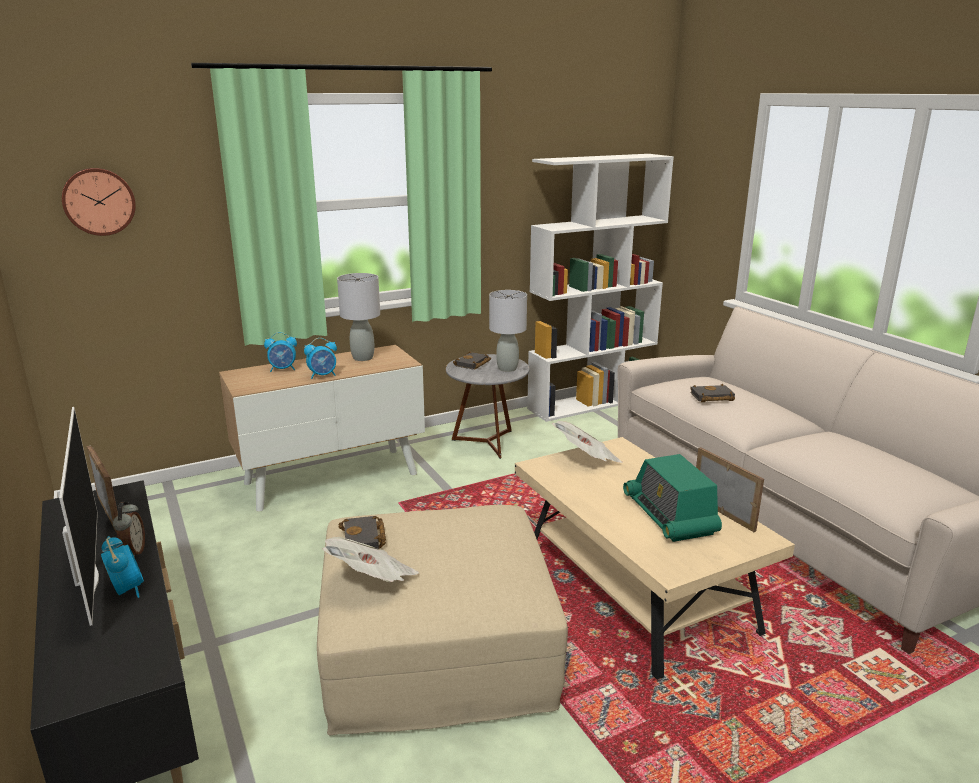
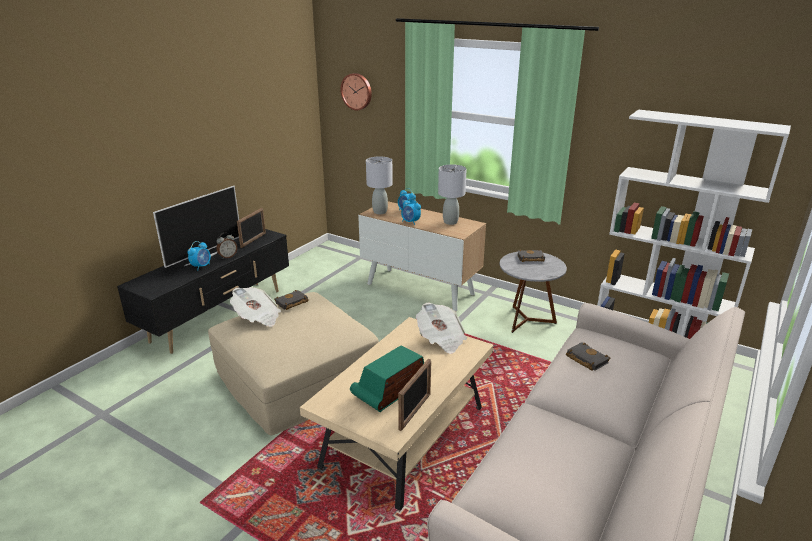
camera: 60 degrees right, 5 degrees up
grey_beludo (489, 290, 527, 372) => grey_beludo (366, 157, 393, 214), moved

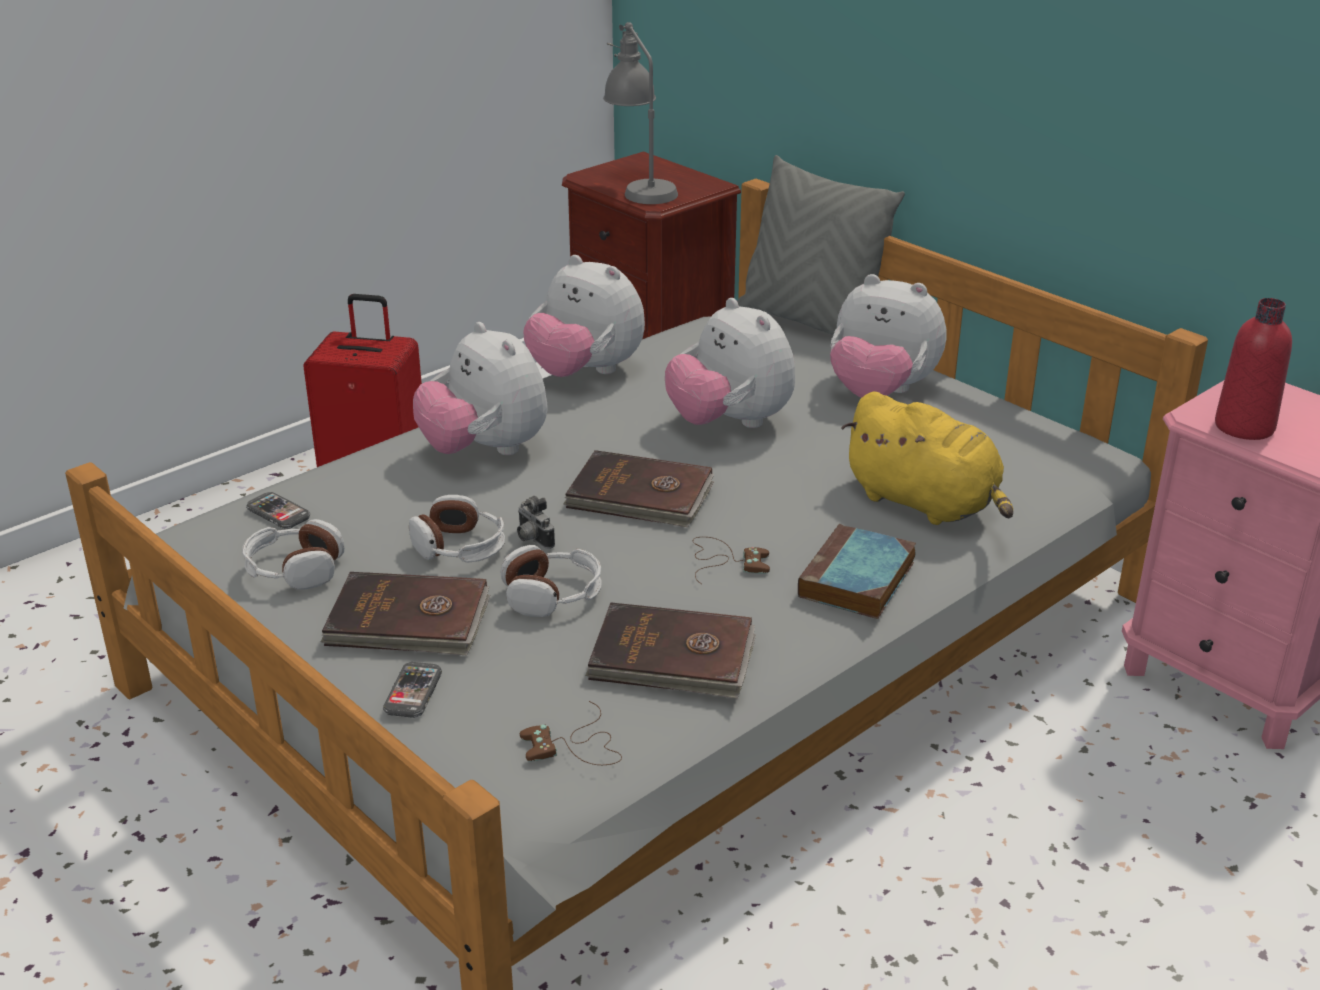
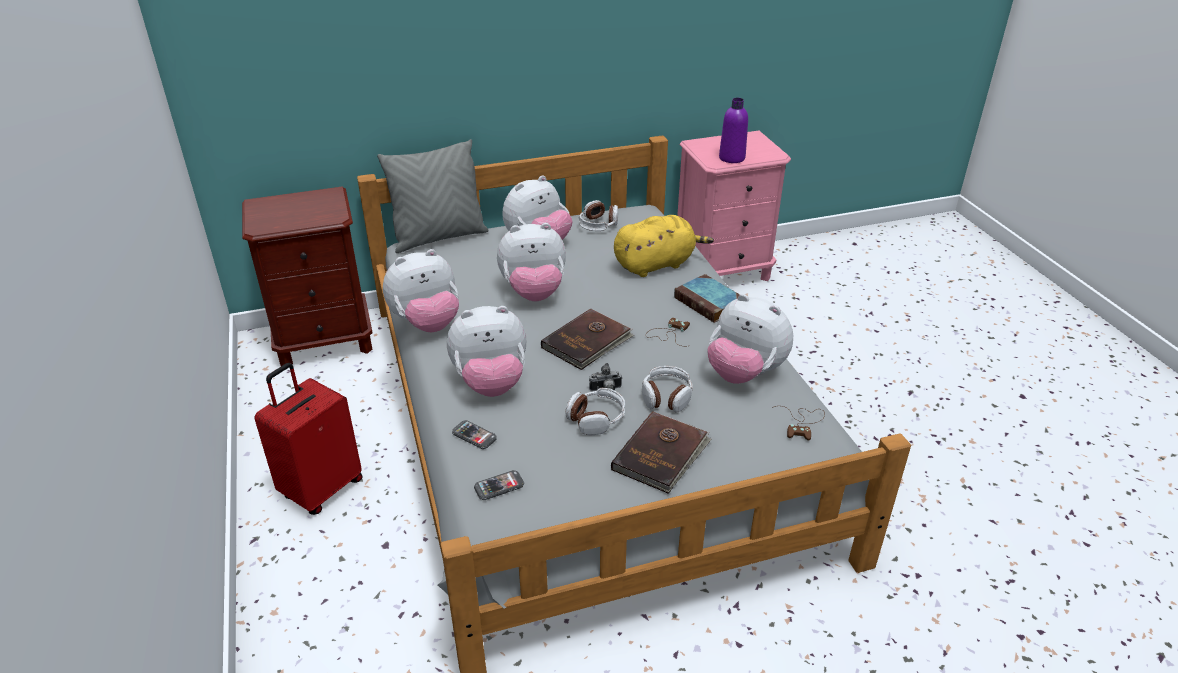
camera: 65 degrees left, 5 degrees up
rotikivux (242, 519, 344, 589) => rotikivux (579, 200, 618, 231), moved
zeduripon (383, 662, 442, 718) => zeduripon (452, 420, 497, 449), moved
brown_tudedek (585, 602, 756, 699) => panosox (707, 294, 793, 384)
grey_beludo (603, 22, 678, 204) => nothing
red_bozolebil (1215, 298, 1292, 440) => purple_bozolebil (719, 98, 748, 163)

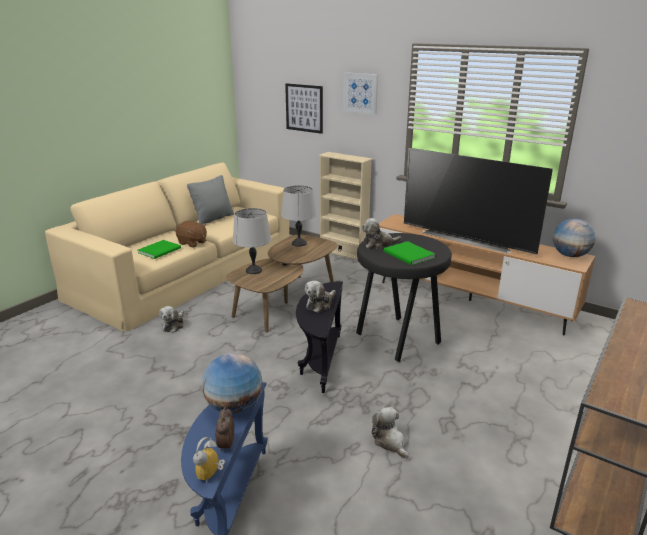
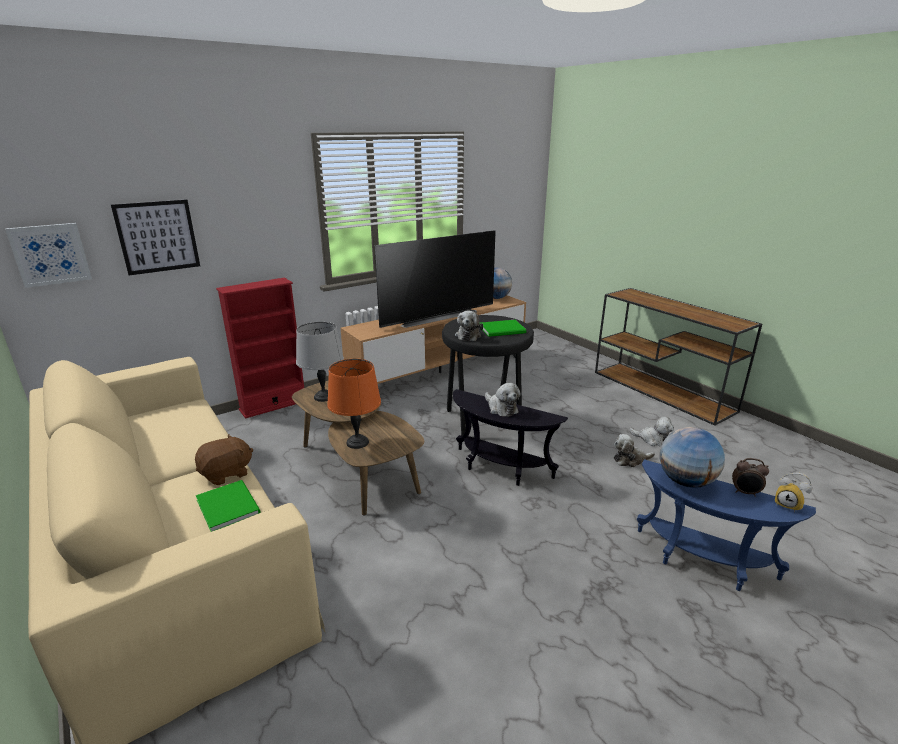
camera: 70 degrees left, 0 degrees up
panosox (159, 306, 184, 333) => panosox (629, 417, 674, 447), moved
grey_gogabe (187, 175, 234, 224) => nothing
grey_beludo (233, 208, 271, 274) => orange_beludo (327, 359, 381, 449)
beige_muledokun (318, 152, 372, 260) => red_muledokun (216, 278, 304, 419)
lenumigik (343, 72, 378, 115) => lenumigik (5, 223, 92, 288), moved

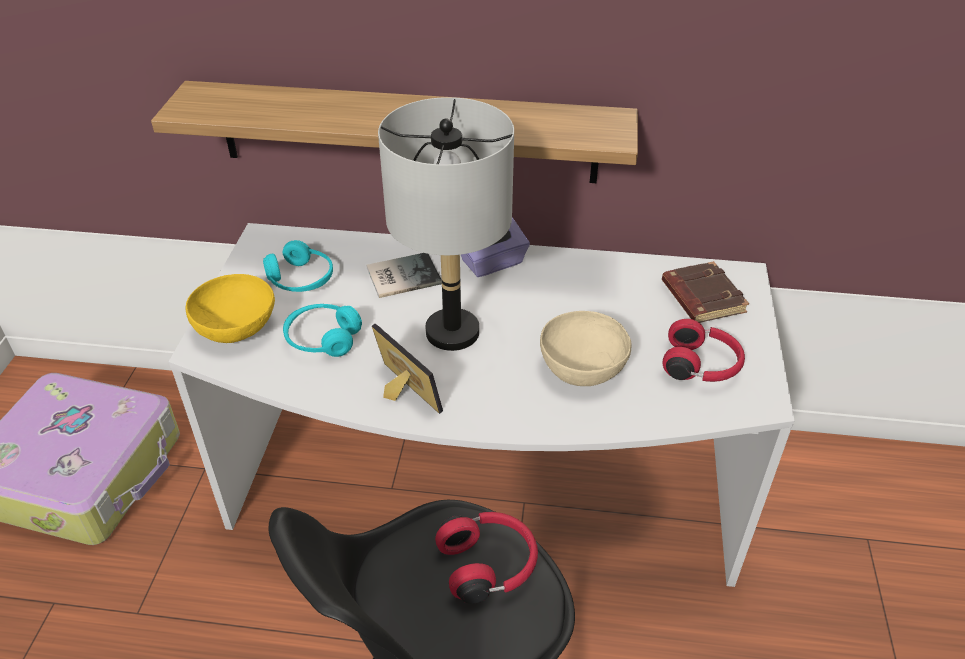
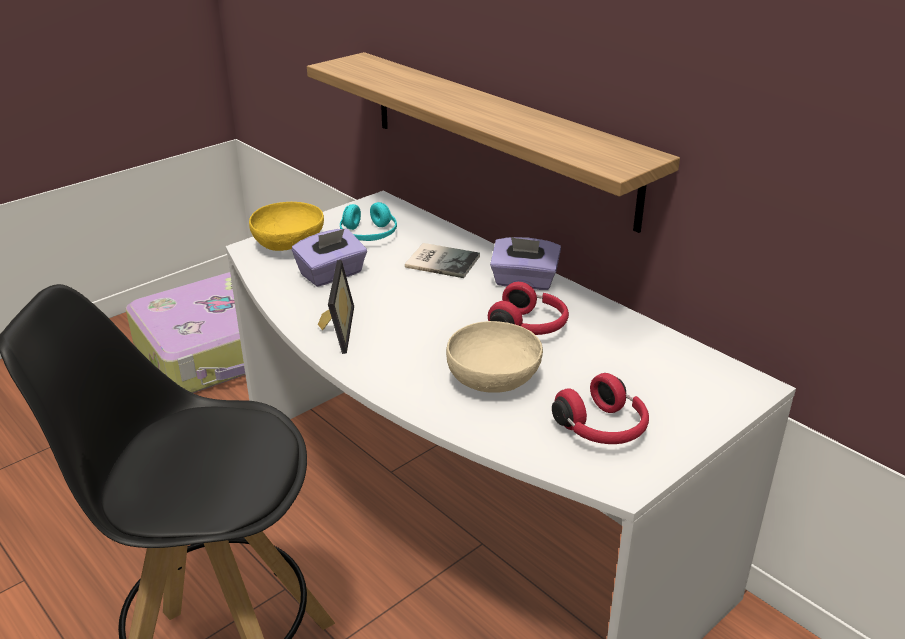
camera: 40 degrees right, 10 degrees down
turquoise_rotikivux (283, 304, 362, 357) => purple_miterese (292, 229, 367, 287)
grey_beludo (378, 97, 514, 351) => nothing
red_rotikivux (435, 512, 538, 604) => red_rotikivux (488, 282, 569, 335), moved
brown_tudedek (662, 261, 749, 323) => nothing

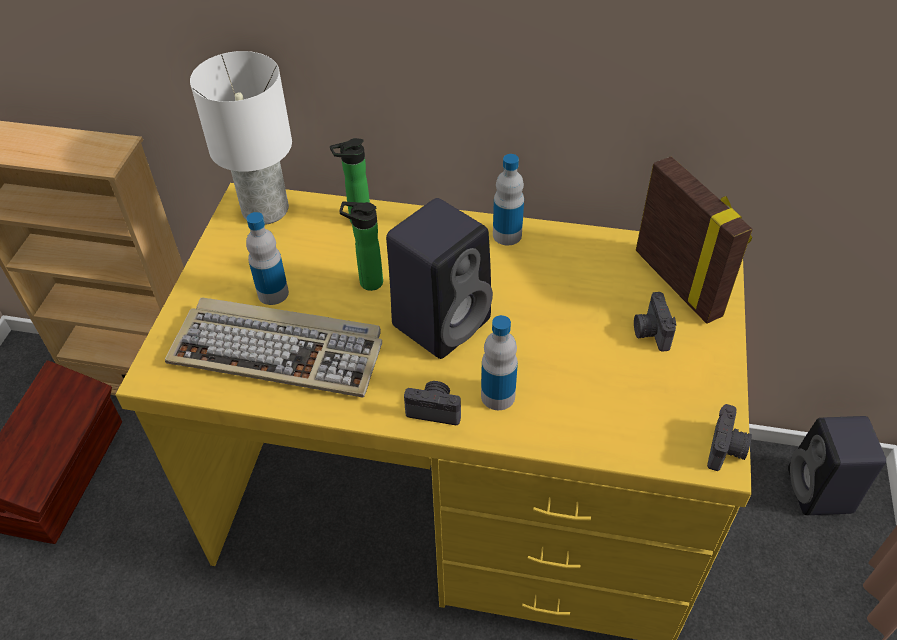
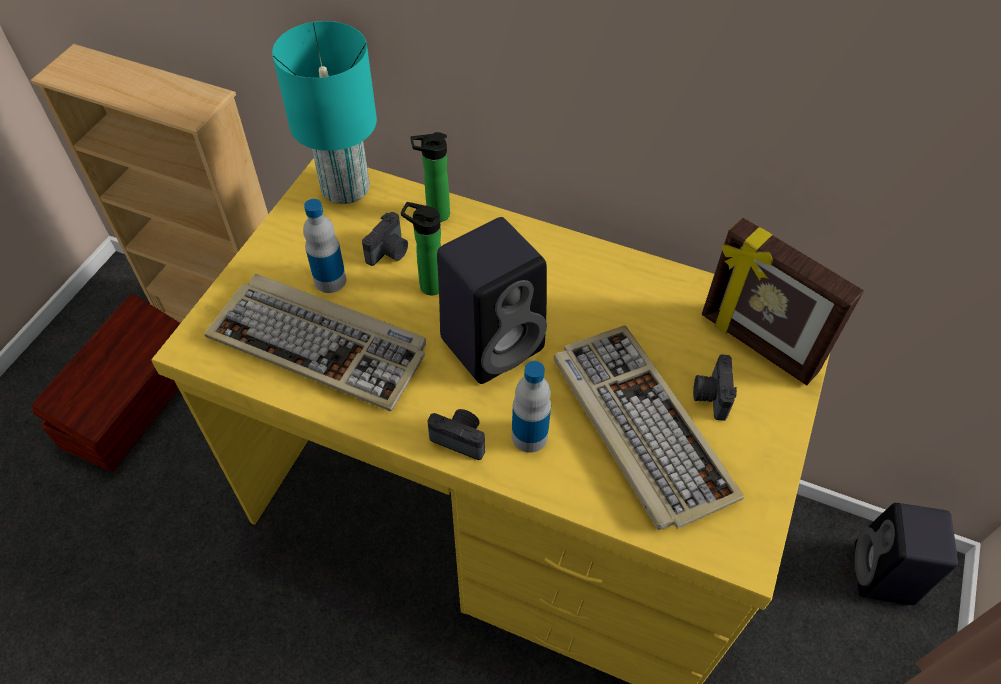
camera: 10 degrees right, 5 degrees up
white_beludo (190, 51, 292, 225) => turquoise_beludo (272, 21, 377, 204)
bozolebil (493, 154, 524, 245) => nothing
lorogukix (636, 156, 753, 324) => lorogukix (702, 218, 864, 385), 150 degrees clockwise
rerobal (707, 404, 752, 471) => rerobal (362, 212, 408, 266), moved
nothing => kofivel (554, 325, 744, 530)

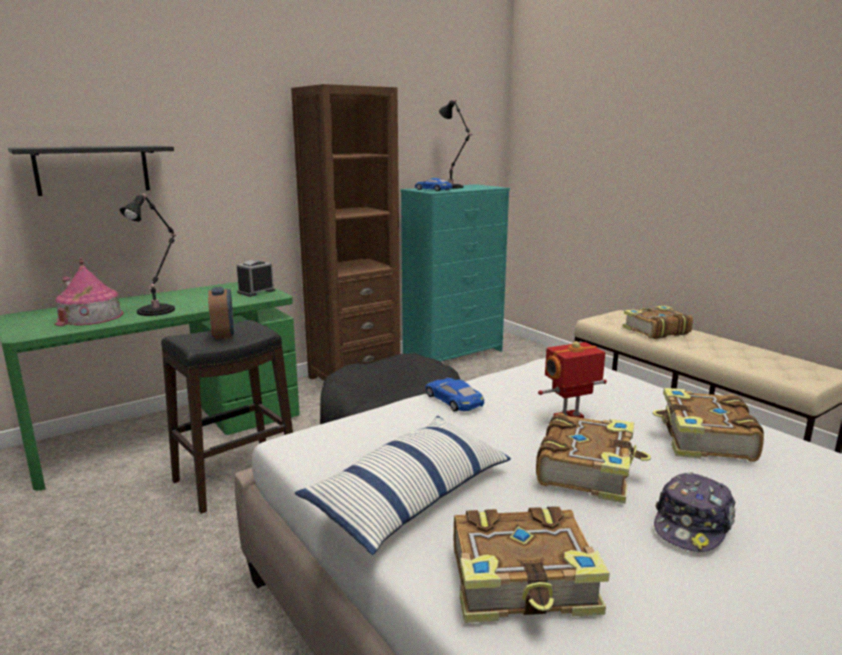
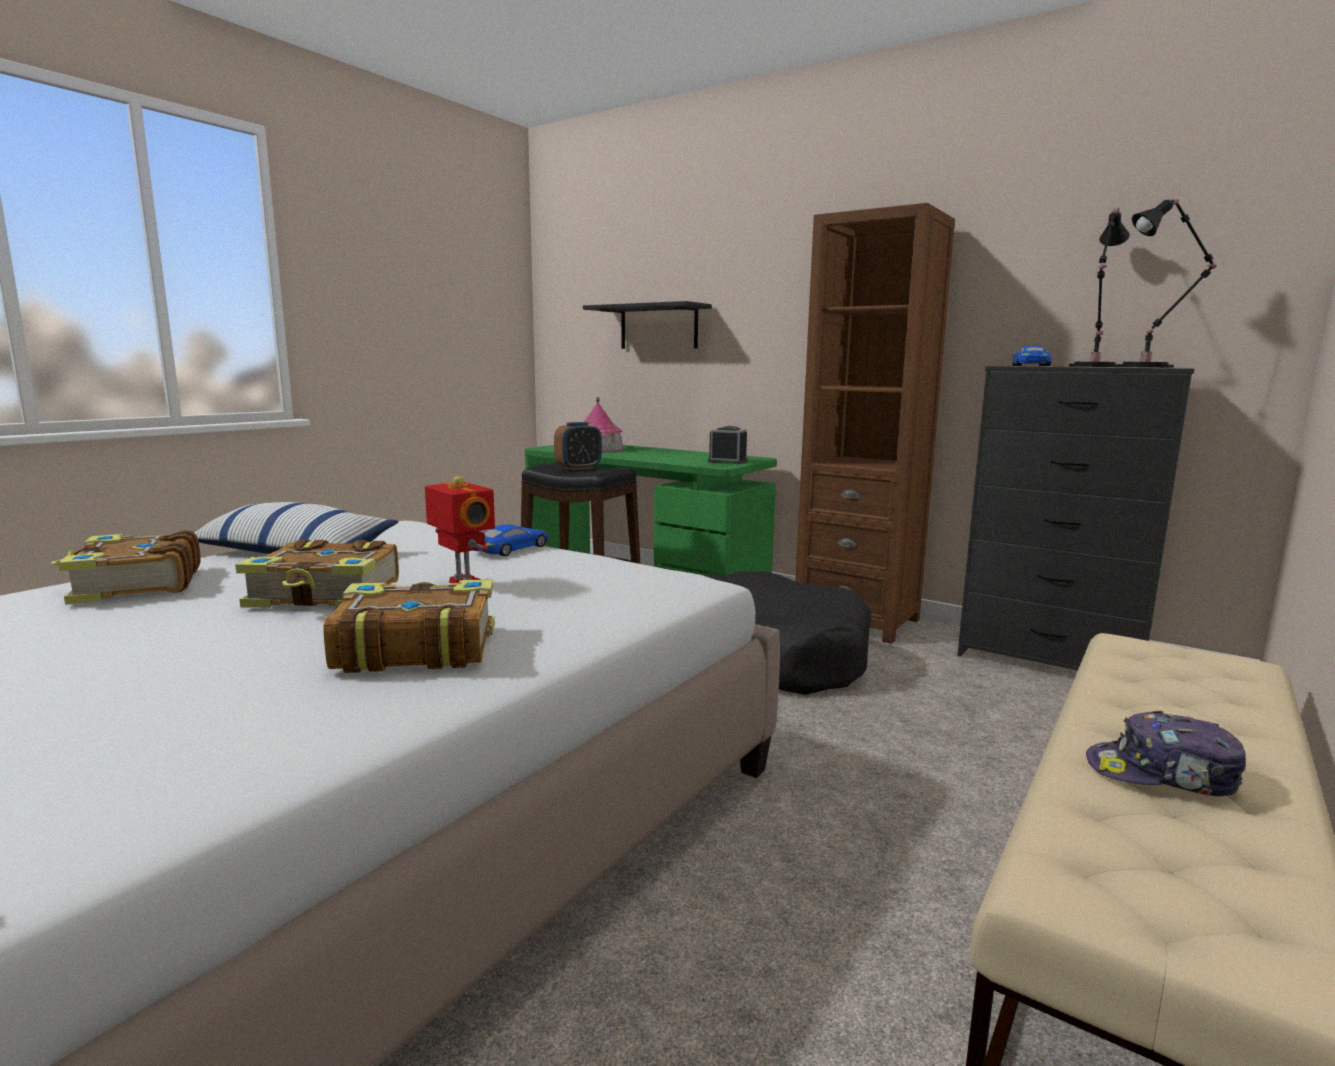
camera: 70 degrees right, 5 degrees down
black_beludo (120, 193, 176, 316) => black_beludo (1117, 198, 1217, 368), moved
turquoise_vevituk (400, 184, 510, 362) => black_vevituk (957, 366, 1195, 670)
tudedek (623, 305, 693, 339) => nothing
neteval (654, 472, 736, 552) => neteval (1086, 710, 1246, 796), moved

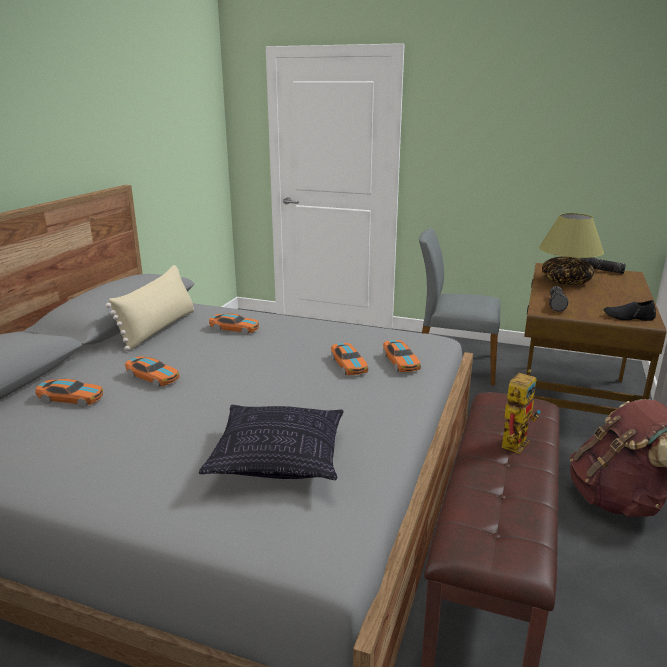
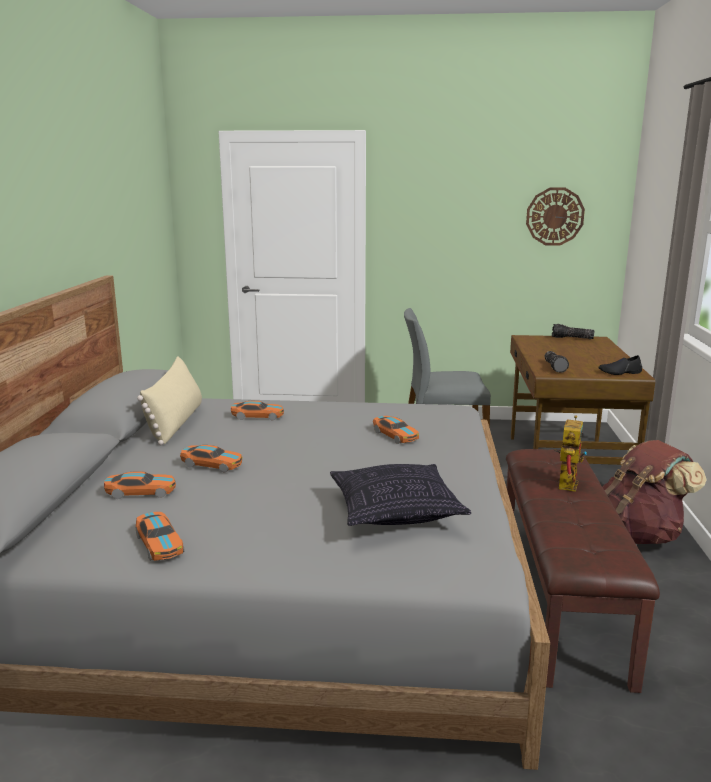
camera: 15 degrees left, 5 degrees down
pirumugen (383, 340, 421, 372) => pirumugen (136, 512, 184, 561), moved
beludo (539, 213, 604, 285) => nothing
nothing => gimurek (526, 188, 585, 246)

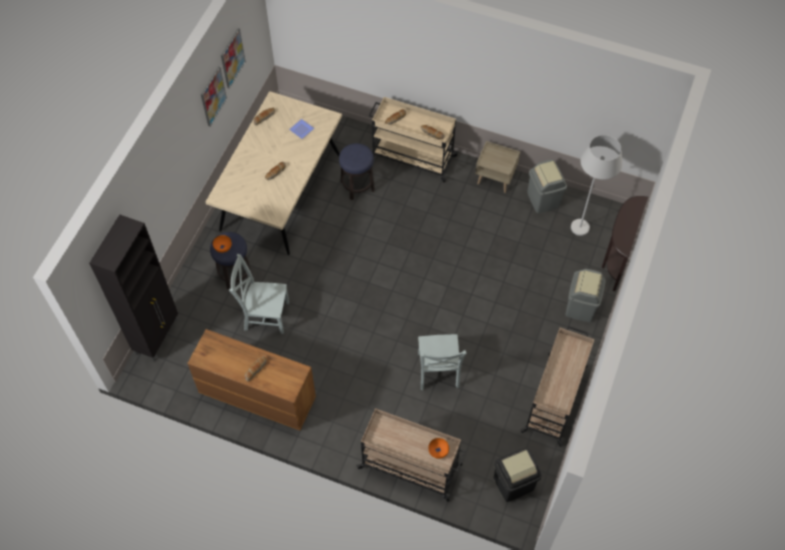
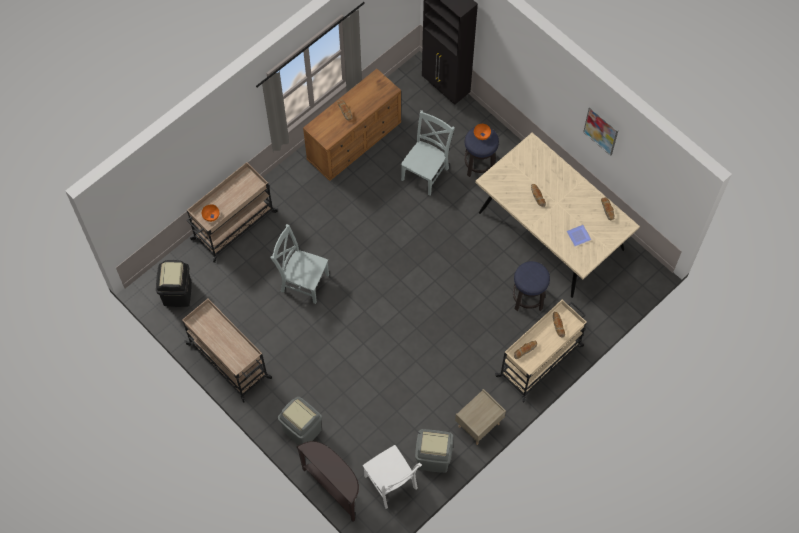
camera: 115 degrees right, 5 degrees up
lenumigik (221, 28, 246, 89) => nothing
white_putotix (571, 135, 622, 236) => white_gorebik (363, 445, 422, 509)

